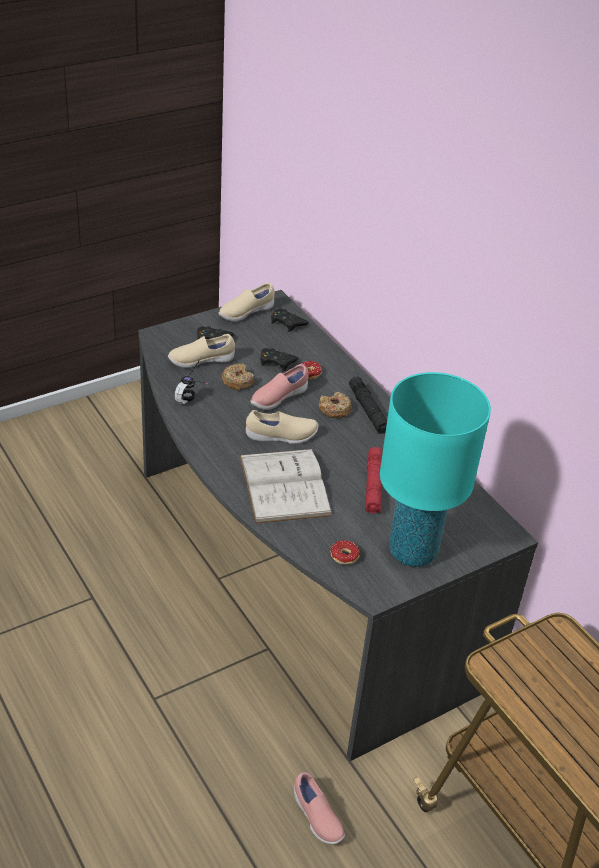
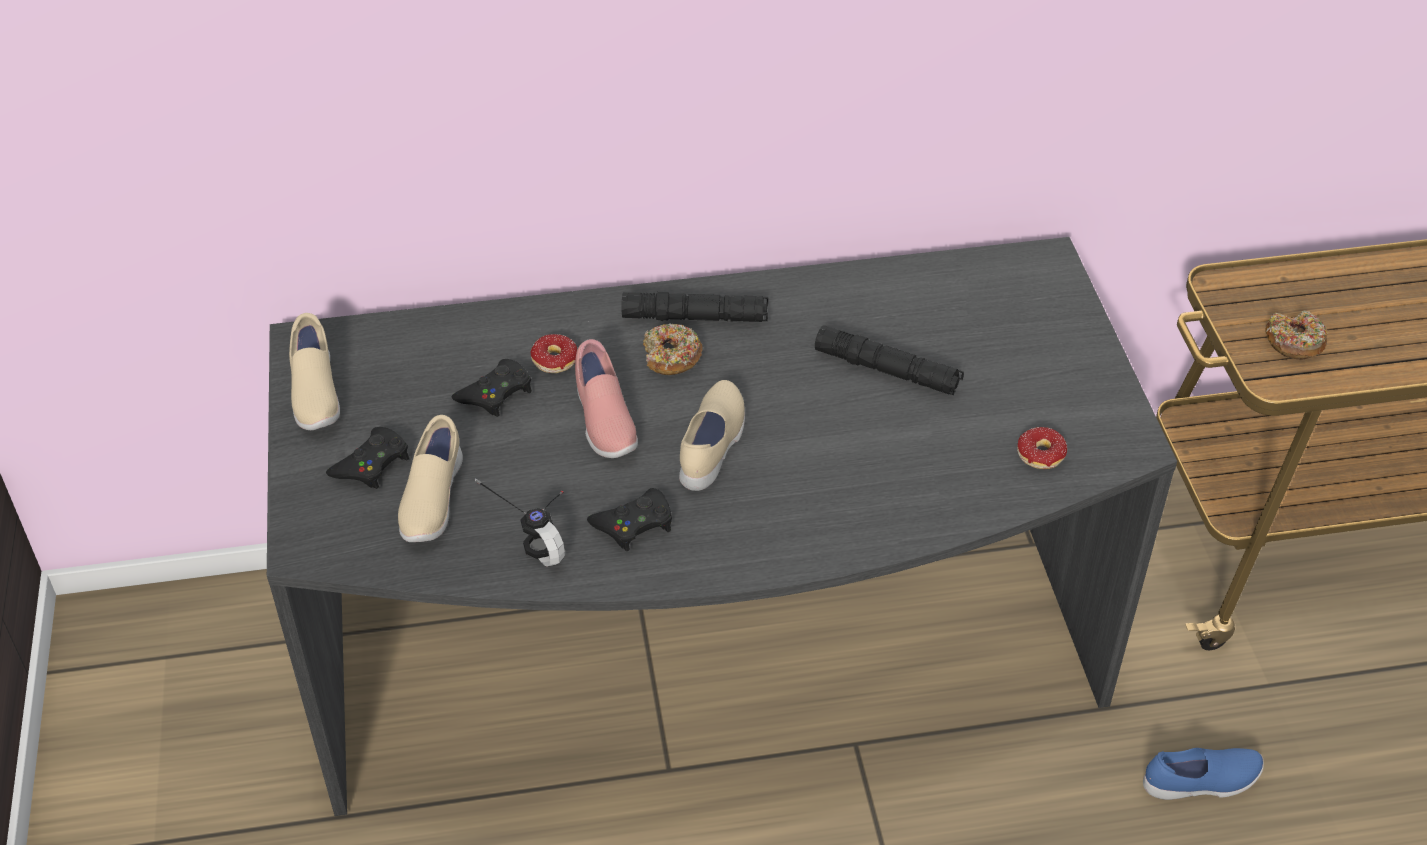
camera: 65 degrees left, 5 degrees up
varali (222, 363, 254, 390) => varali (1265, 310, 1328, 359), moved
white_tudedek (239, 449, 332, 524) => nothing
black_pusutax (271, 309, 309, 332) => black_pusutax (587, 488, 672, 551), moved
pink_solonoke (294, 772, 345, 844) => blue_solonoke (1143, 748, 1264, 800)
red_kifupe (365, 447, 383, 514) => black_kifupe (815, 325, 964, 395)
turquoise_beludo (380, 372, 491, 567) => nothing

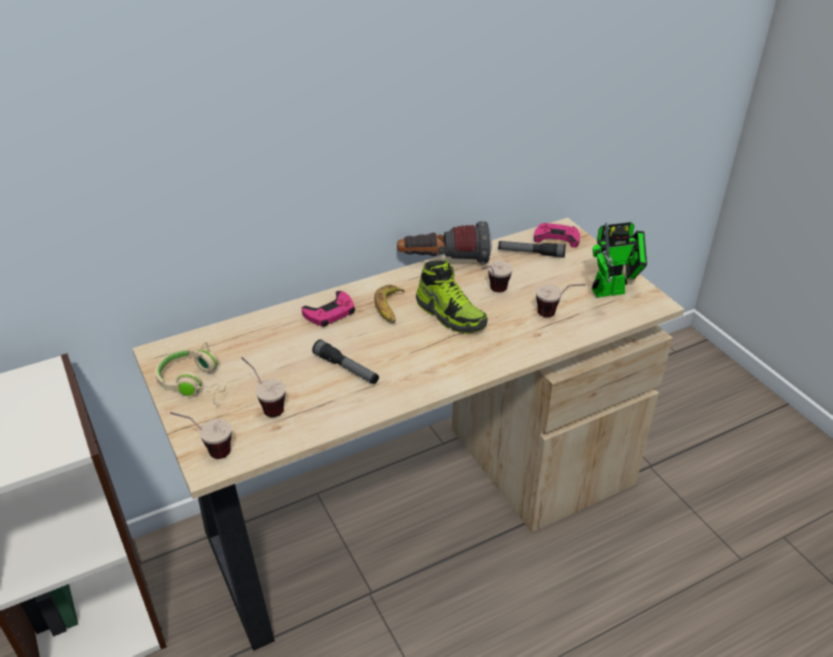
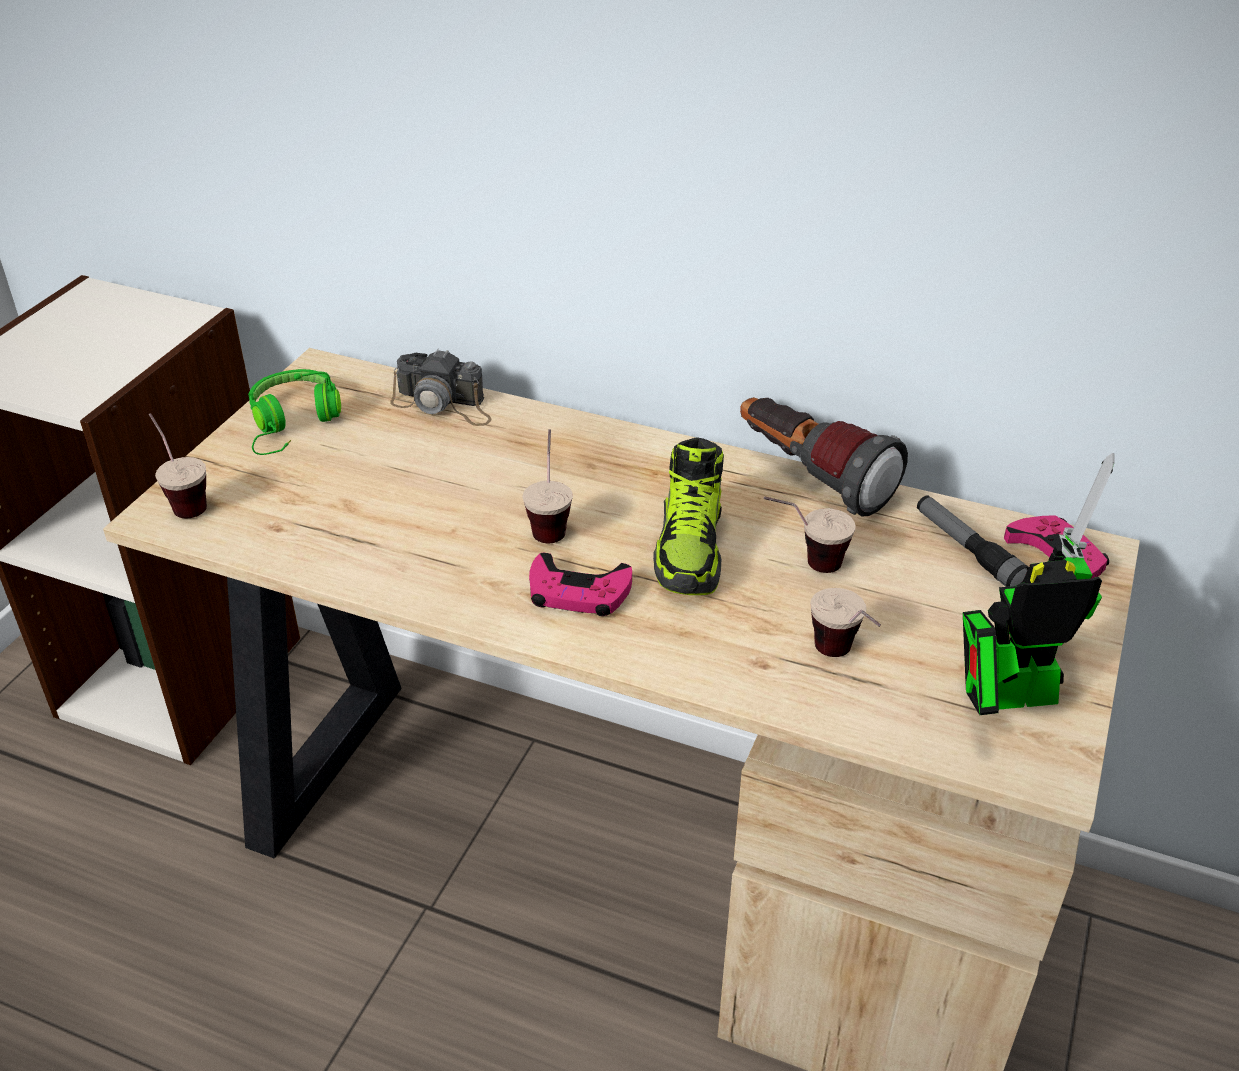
camera: 50 degrees right, 0 degrees up
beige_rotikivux (155, 342, 226, 404) => green_rotikivux (248, 369, 341, 455)
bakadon (241, 357, 286, 417) => bakadon (522, 429, 573, 543), moved
pink_pusutax (302, 291, 355, 327) => pink_pusutax (529, 552, 632, 616), moved
kifupe (312, 339, 379, 384) => nothing
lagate (374, 285, 405, 324) => nothing
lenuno (592, 222, 647, 297) => lenuno (963, 453, 1114, 715), 135 degrees clockwise
nothing => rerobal (390, 349, 491, 426)

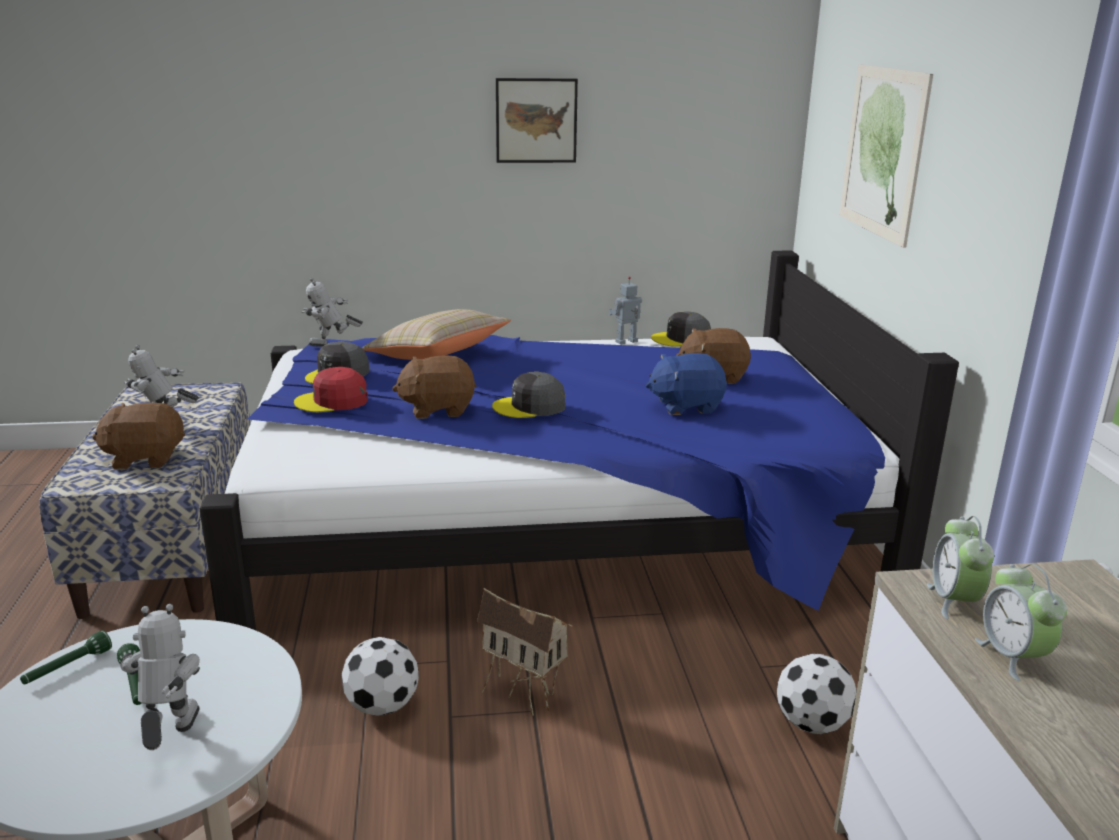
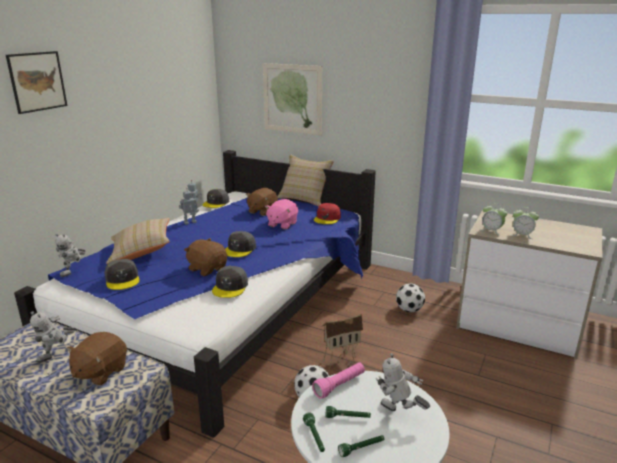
camera: 55 degrees left, 0 degrees up
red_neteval (294, 367, 368, 412) => red_neteval (314, 203, 341, 224), moved
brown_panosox (392, 356, 476, 419) => brown_panosox (184, 238, 227, 276), 105 degrees clockwise
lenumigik (496, 78, 578, 163) => lenumigik (6, 51, 67, 114), moved
blue_panosox (646, 353, 727, 415) => pink_panosox (265, 199, 298, 230)
nothing => lenuno (179, 188, 197, 225)
nothing => grey_neteval (212, 266, 248, 298)
nothing => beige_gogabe (278, 154, 334, 207)
nothing => pink_kifupe (312, 362, 365, 399)
nothing => green_kifupe (338, 435, 384, 457)

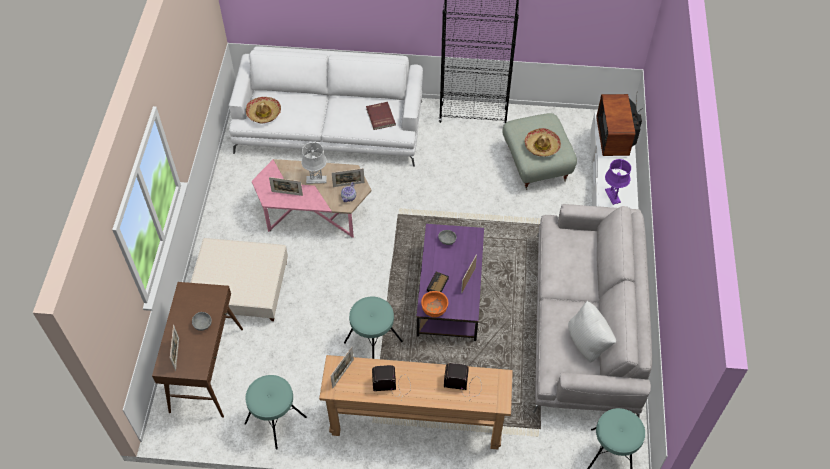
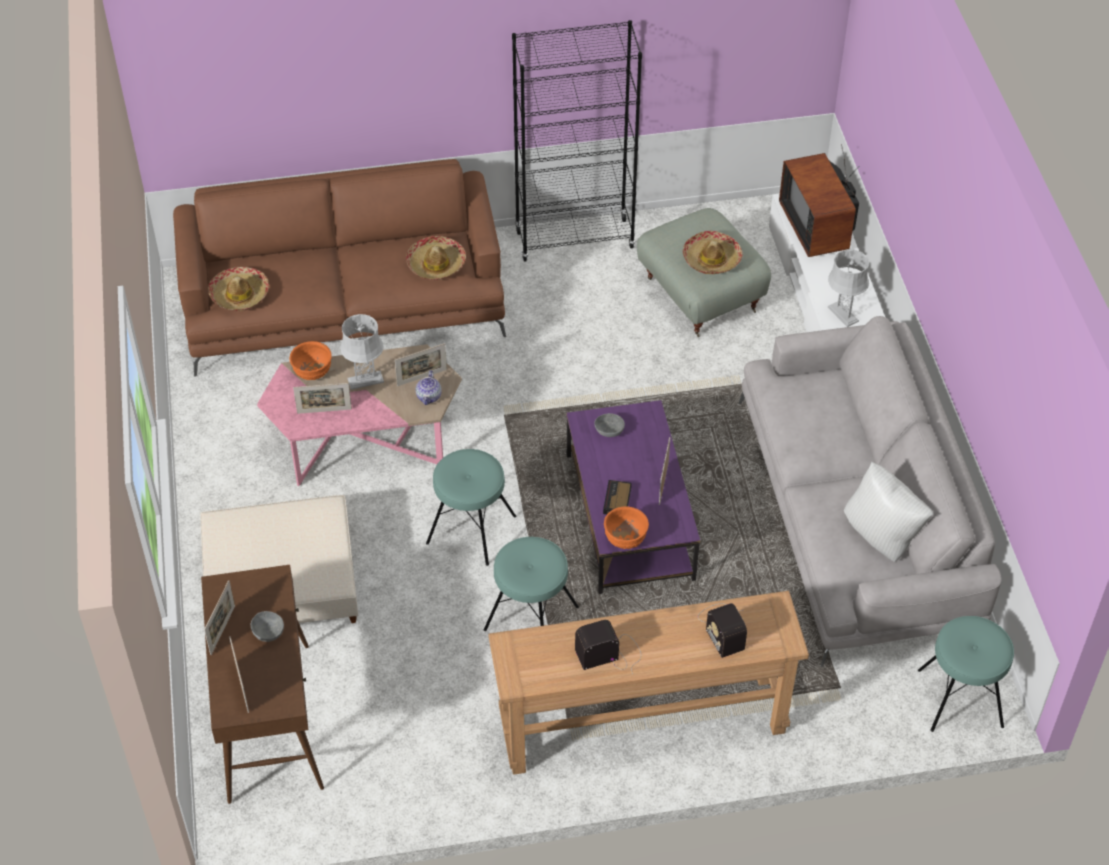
camera: 15 degrees left, 5 degrees down
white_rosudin (229, 46, 423, 167) => brown_rosudin (173, 159, 506, 377)
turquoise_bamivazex (244, 375, 307, 450) => turquoise_bamivazex (426, 449, 516, 566), moved
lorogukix (331, 347, 354, 388) => lorogukix (204, 580, 235, 655), moved
red_tudedek (366, 102, 396, 130) => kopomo (406, 236, 466, 280)
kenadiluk (444, 363, 482, 402) => kenadiluk (698, 603, 747, 658), 105 degrees counterclockwise
purple_beludo (605, 159, 631, 205) => grey_beludo (828, 249, 869, 327)
nothing => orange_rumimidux (289, 341, 332, 380)

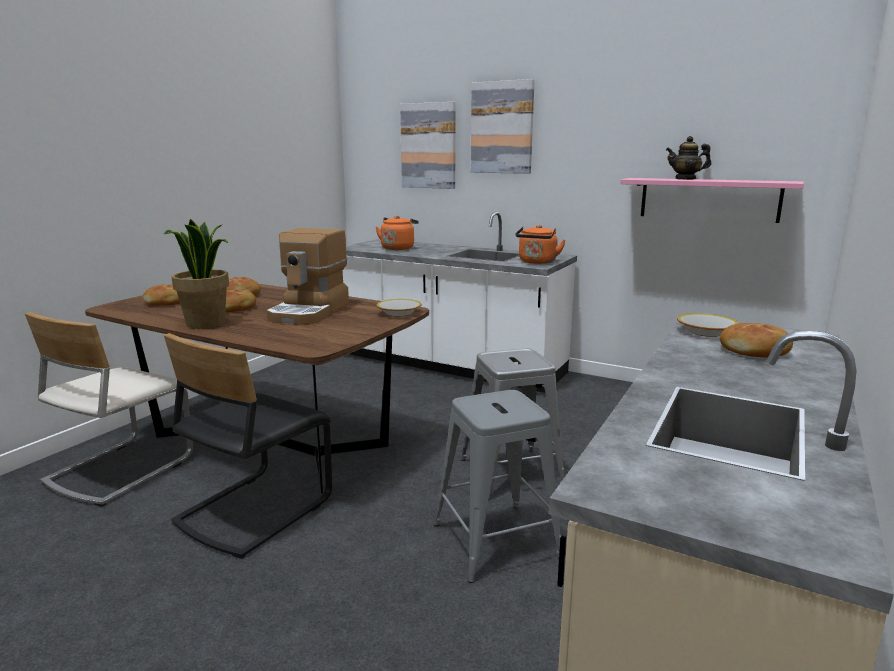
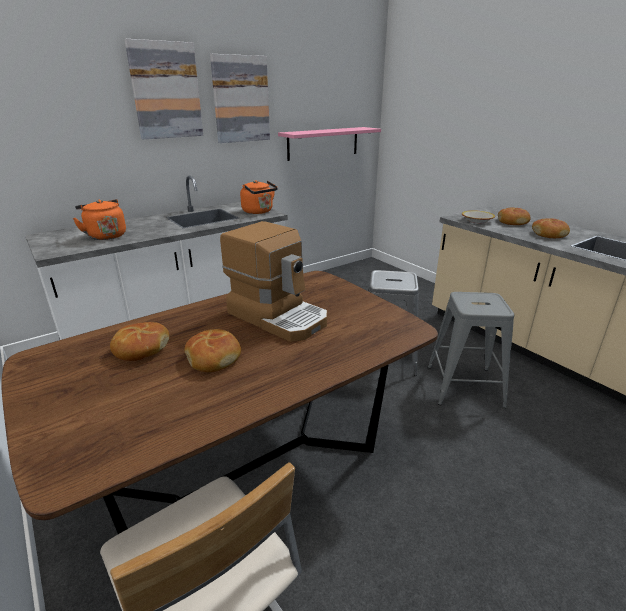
camera: 65 degrees left, 10 degrees up
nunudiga (143, 284, 180, 306) => nunudiga (532, 218, 570, 238), moved
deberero (163, 219, 229, 329) => nothing
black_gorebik (164, 333, 332, 559) => nothing
rumimidux (376, 299, 422, 317) => nothing
lenumigik (400, 102, 456, 189) => lenumigik (210, 54, 270, 143), moved
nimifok (666, 136, 711, 180) => nothing

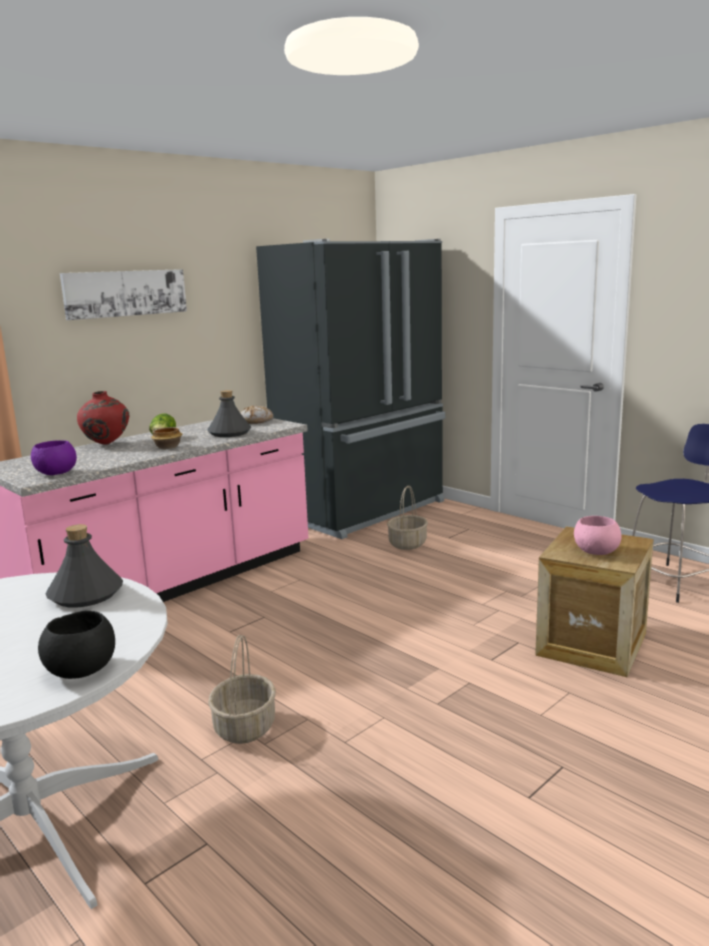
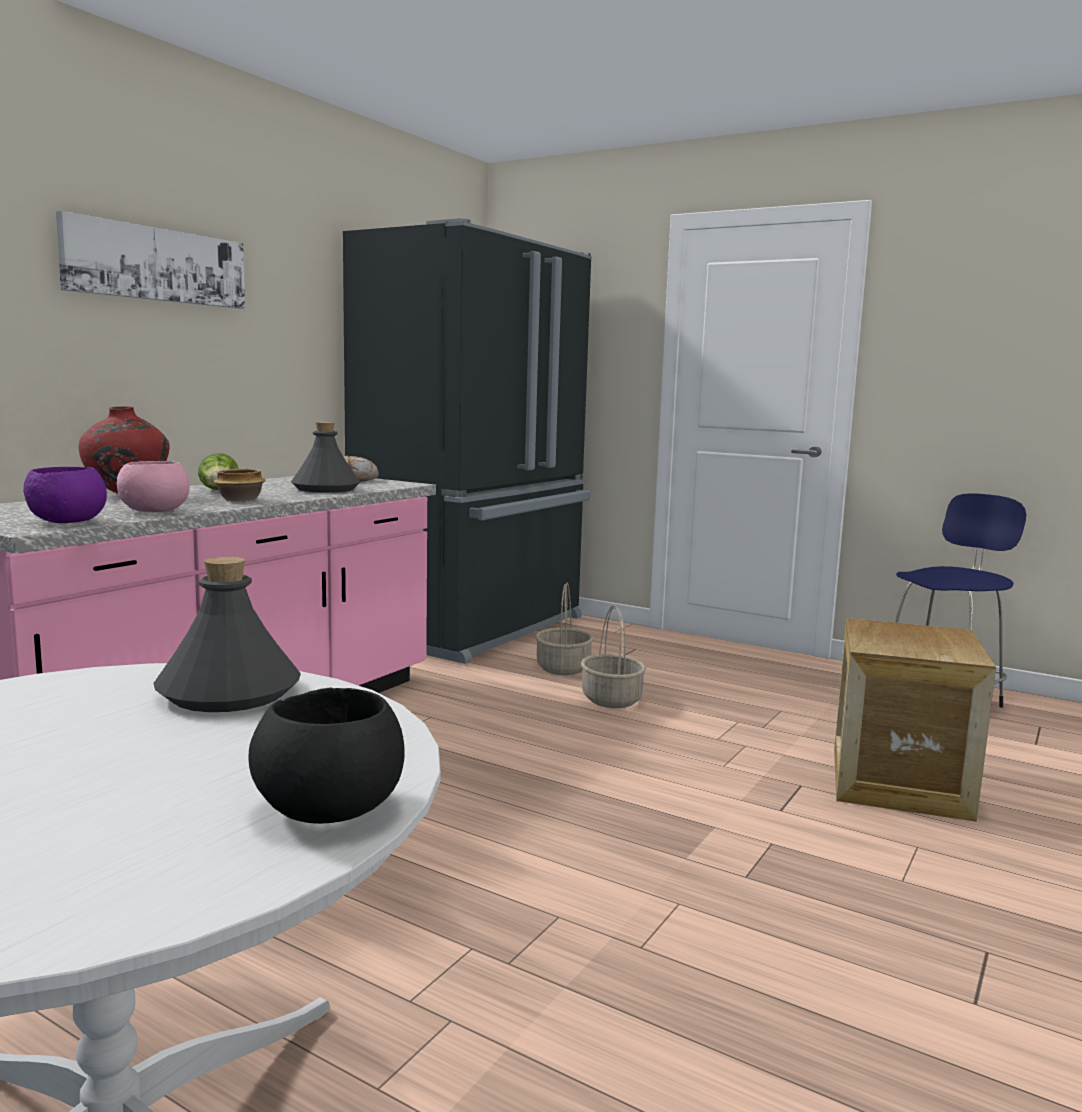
camera: 15 degrees left, 5 degrees down
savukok (208, 635, 276, 744) => savukok (581, 605, 646, 708), moved
pink_rumimidux (574, 516, 621, 555) => pink_rumimidux (117, 461, 190, 512), moved

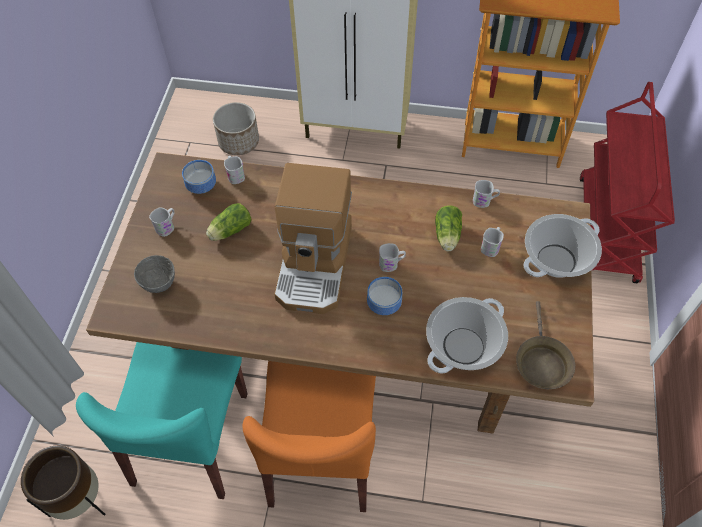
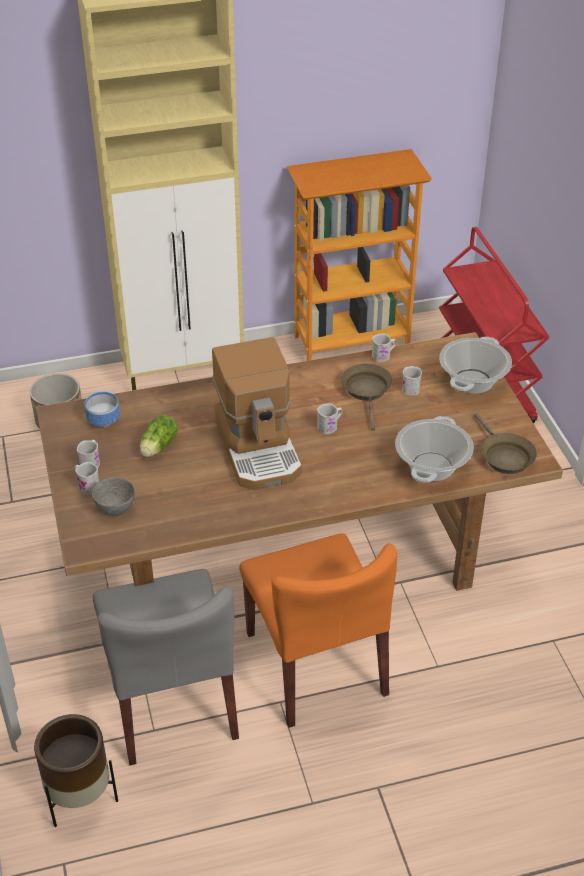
camera: 25 degrees left, 15 degrees down
turquoise_gorebik (76, 342, 248, 499) => grey_gorebik (93, 569, 239, 765)
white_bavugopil (224, 156, 245, 184) => white_bavugopil (75, 462, 99, 495), moved
rumimidux (367, 277, 402, 315) => nothing
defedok (435, 205, 462, 251) => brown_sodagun (341, 363, 393, 431)

